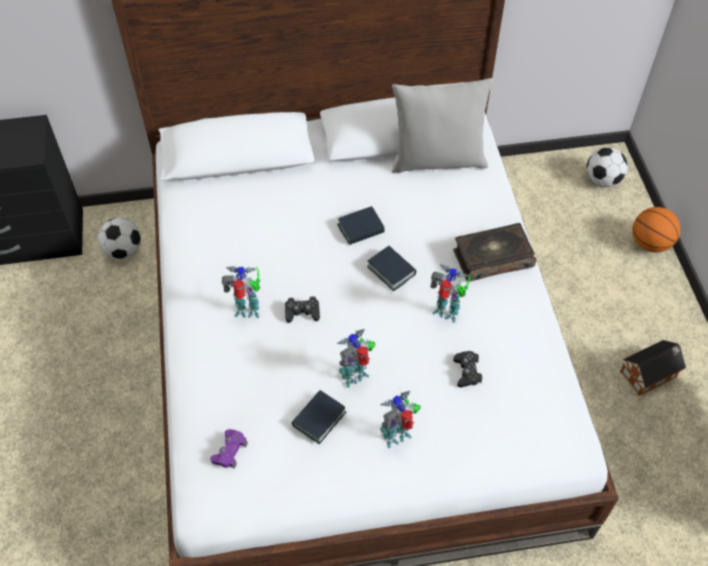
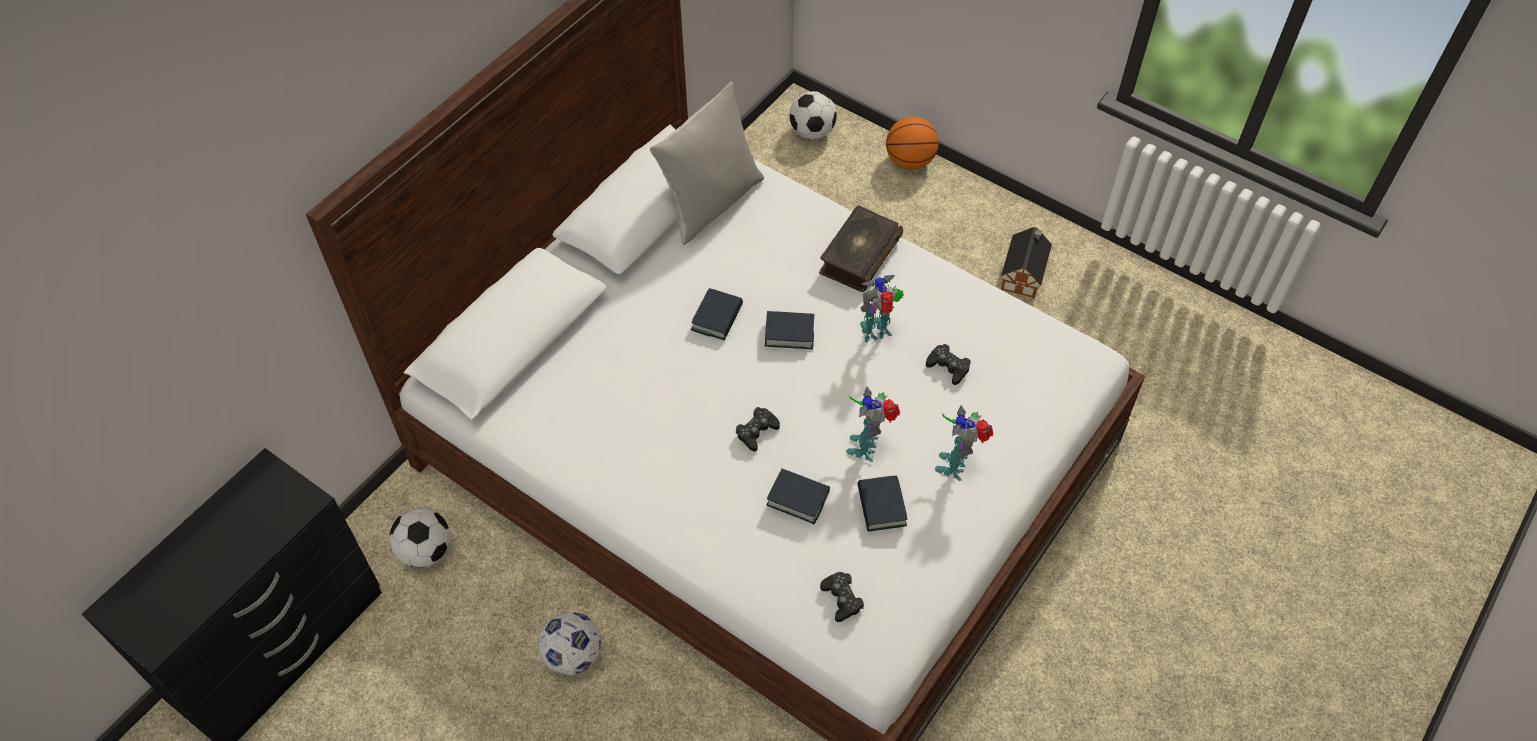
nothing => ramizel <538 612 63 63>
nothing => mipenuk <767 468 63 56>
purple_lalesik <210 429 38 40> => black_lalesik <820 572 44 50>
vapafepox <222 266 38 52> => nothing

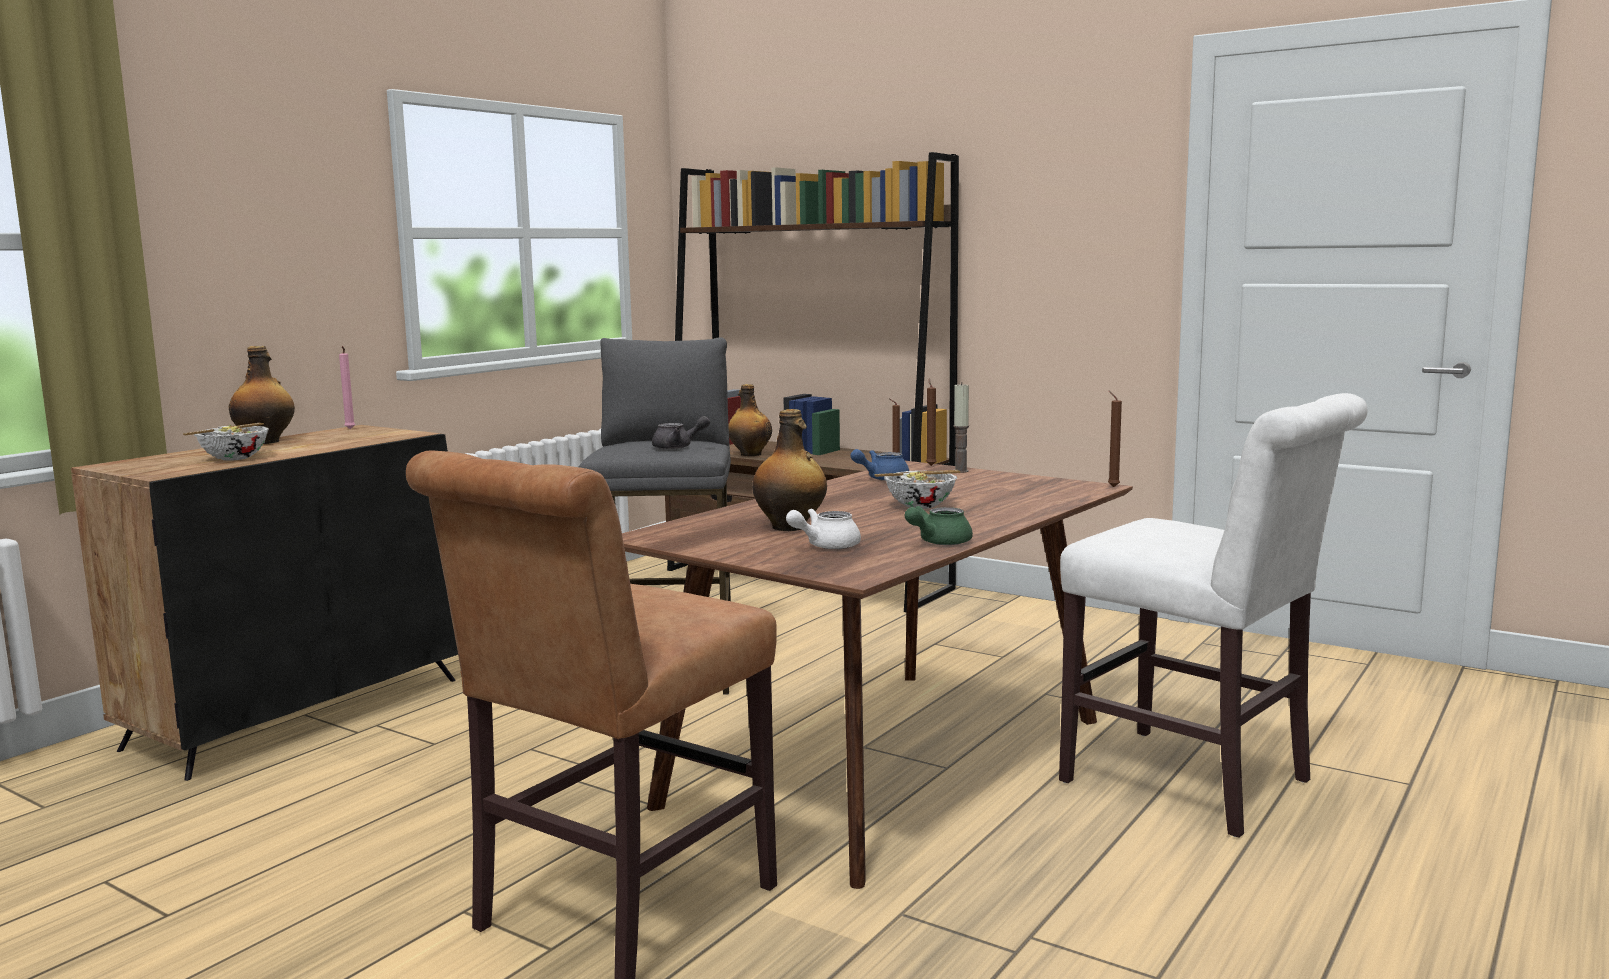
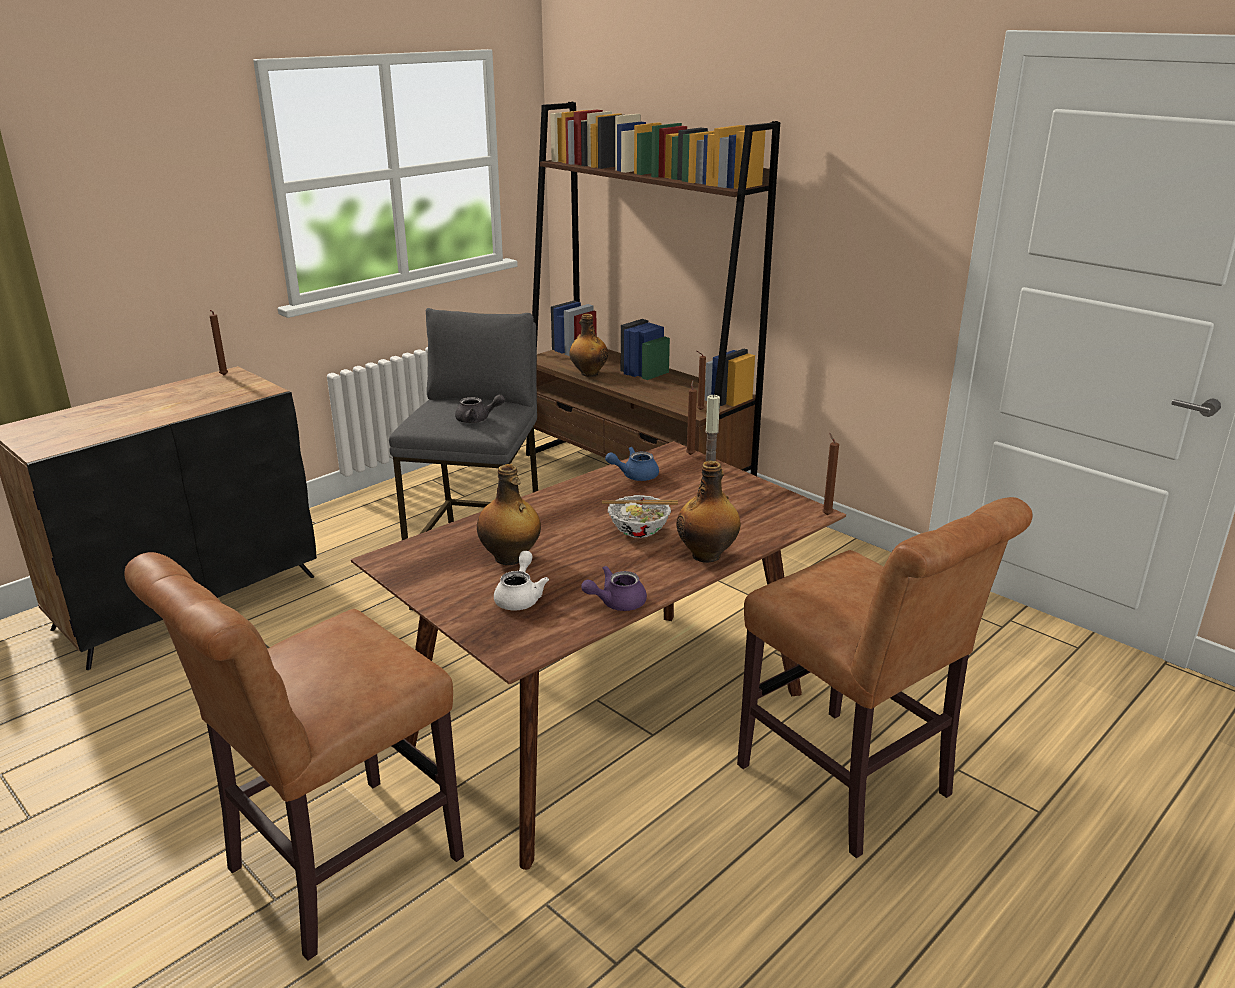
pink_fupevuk <339 346 16 83> => brown_fupevuk <210 310 18 65>
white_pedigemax <786 509 75 40> => white_pedigemax <494 551 55 59>, 120 degrees clockwise
green_pedigemax <904 506 69 39> => purple_pedigemax <581 566 66 45>
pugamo <229 346 66 98> => pugamo <676 460 65 103>, moved
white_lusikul <1059 393 308 445> => brown_lusikul <737 497 296 361>
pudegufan <183 423 86 38> => nothing

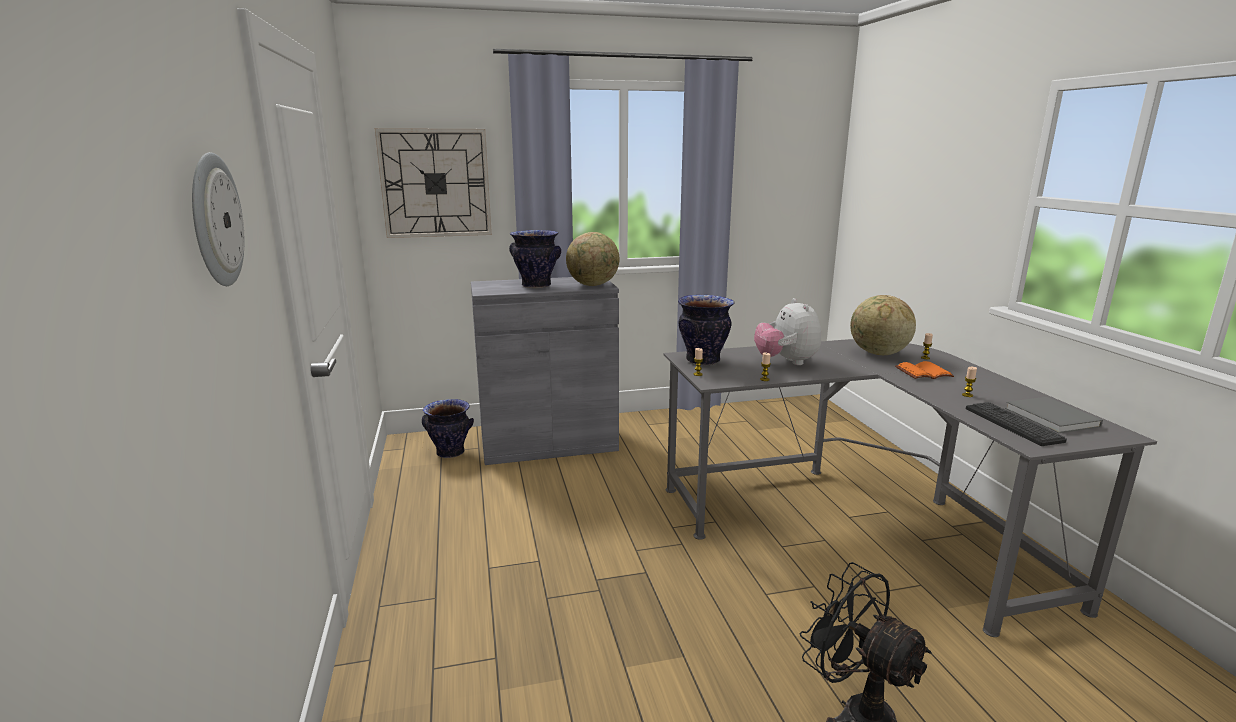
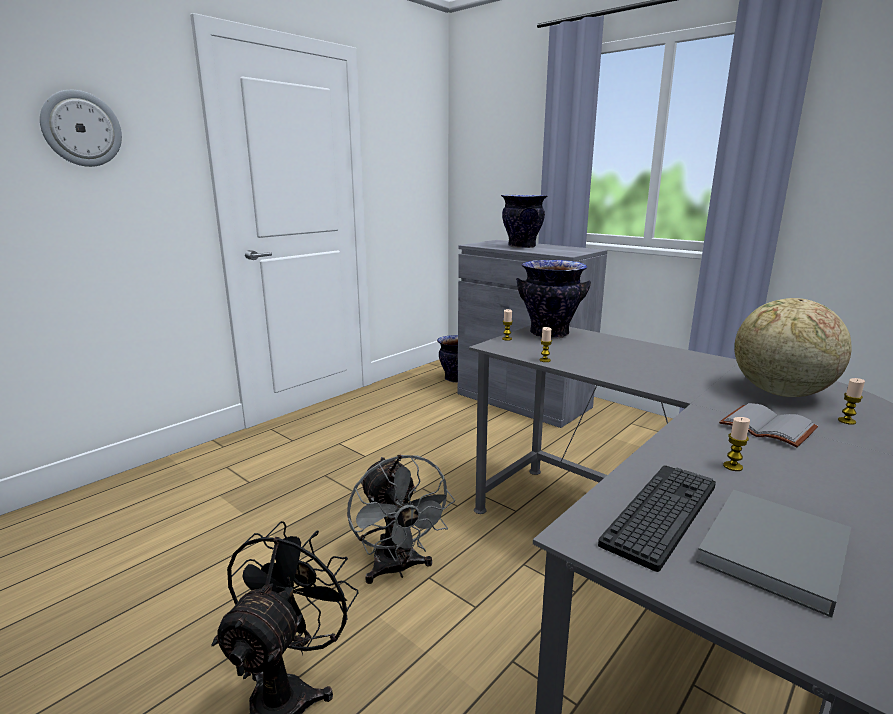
nothing => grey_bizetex <347 454 108 130>
orange_mipenuk <895 361 59 18> => grey_mipenuk <719 403 99 44>
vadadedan <375 128 117 110> => nothing
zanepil <566 232 54 54> => nothing
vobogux <754 298 67 67> => nothing

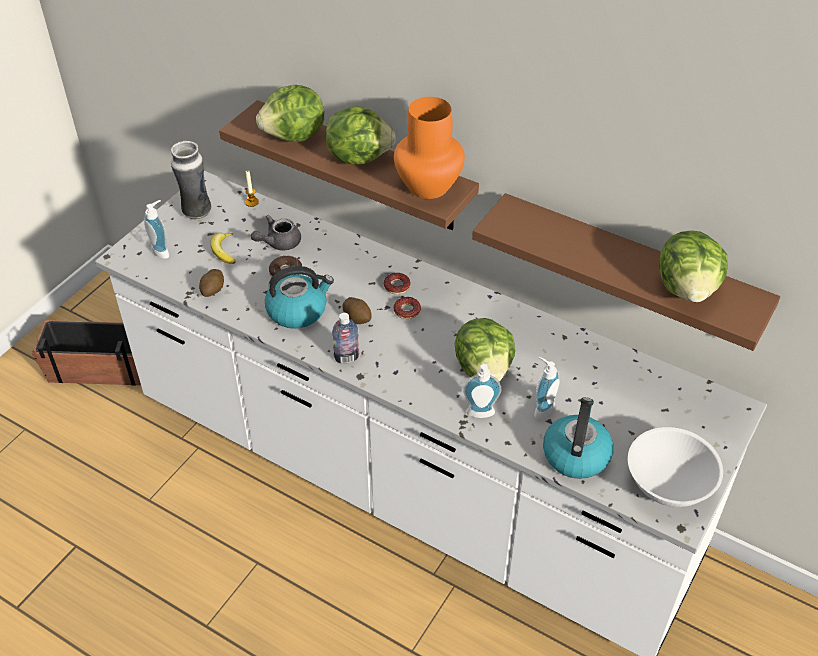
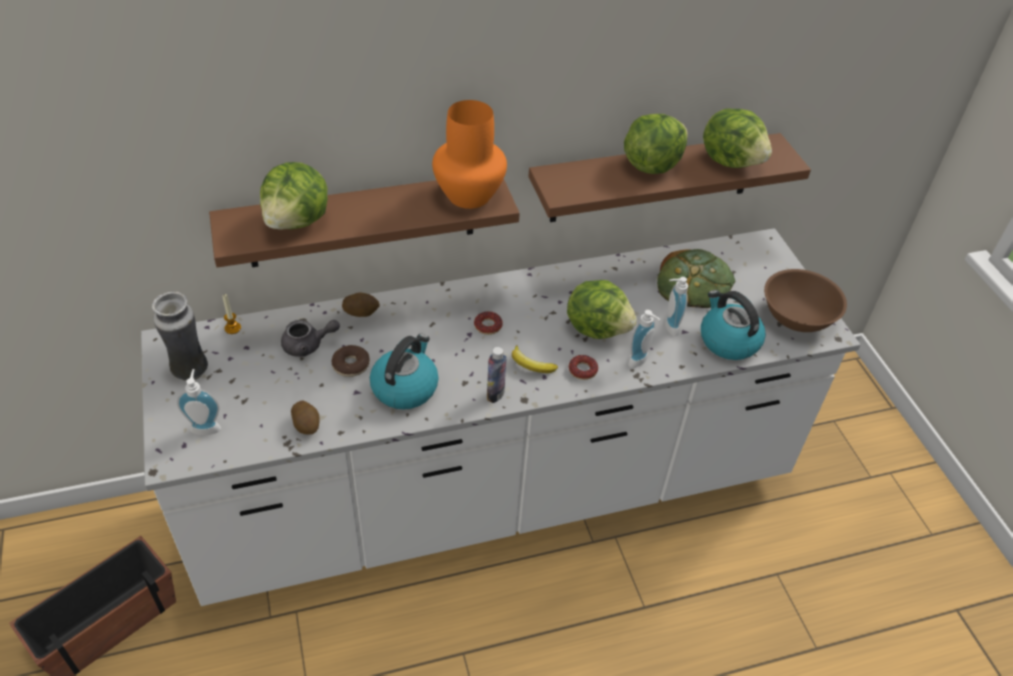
grey_pedigemax <251 215 50 35> => grey_pedigemax <281 320 59 37>, 105 degrees counterclockwise
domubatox <342 297 30 27> => domubatox <342 292 38 25>, moved
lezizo <210 233 25 31> => lezizo <512 345 46 28>, moved
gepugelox <384 273 27 21> => gepugelox <569 355 29 25>, moved
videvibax <326 106 70 58> => videvibax <624 114 64 60>, moved
nothing => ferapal <657 249 78 59>
white_pudegufan <628 427 95 80> => brown_pudegufan <764 269 83 63>

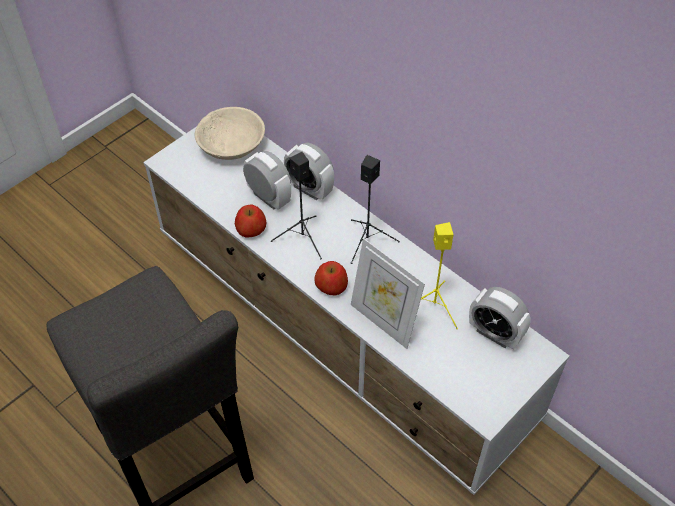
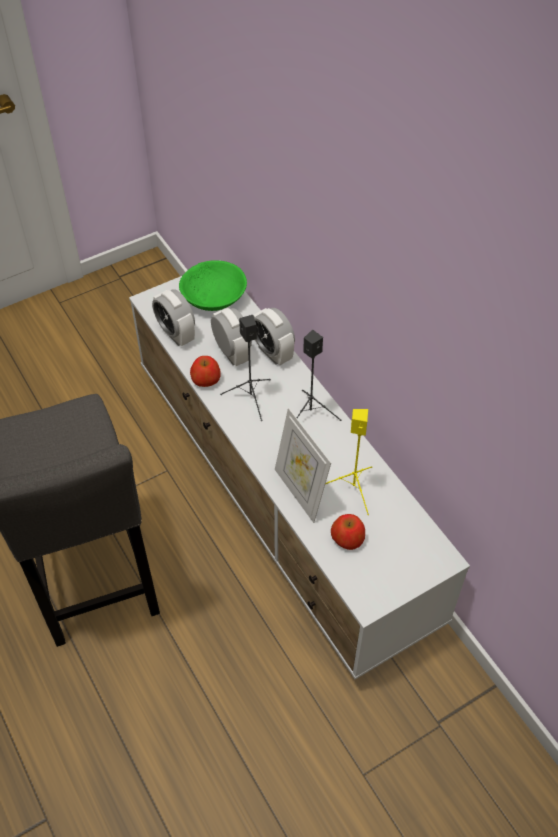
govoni <469 287 62 62> => govoni <152 289 43 57>, moved
beige_pudegufan <194 107 71 53> => green_pudegufan <179 260 68 51>
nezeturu <314 261 34 35> => nezeturu <331 514 34 36>, moved

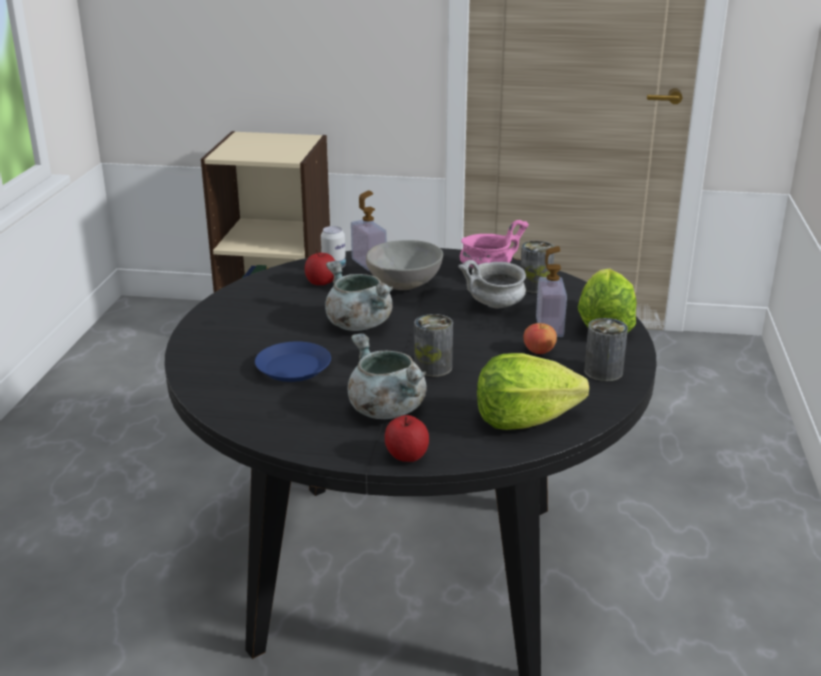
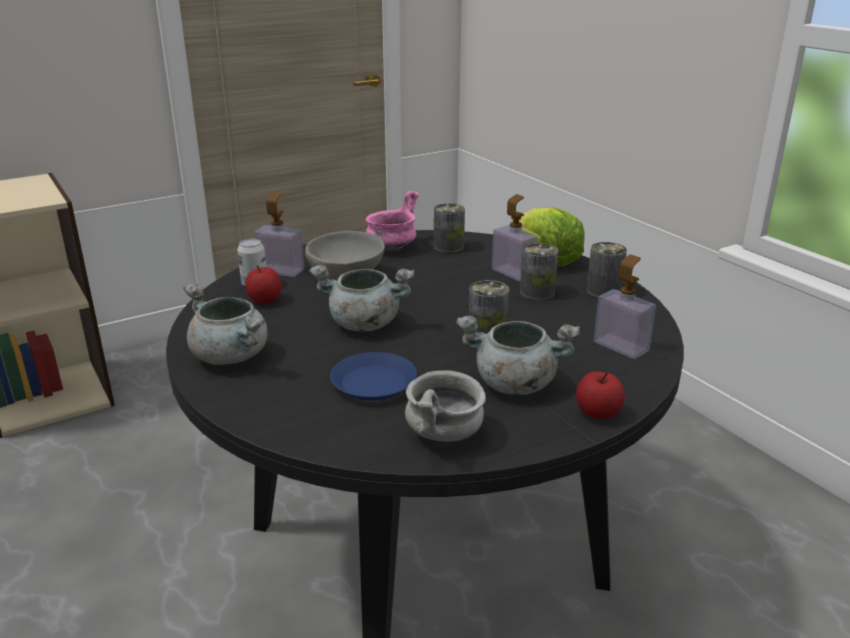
nothing => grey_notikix <184 283 84 82>
grey_pudegufan <458 260 68 49> => grey_pudegufan <405 370 81 72>, moved
nezeturu <524 323 33 31> => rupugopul <520 243 38 57>
videvibax <477 353 112 77> => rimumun <594 255 62 104>

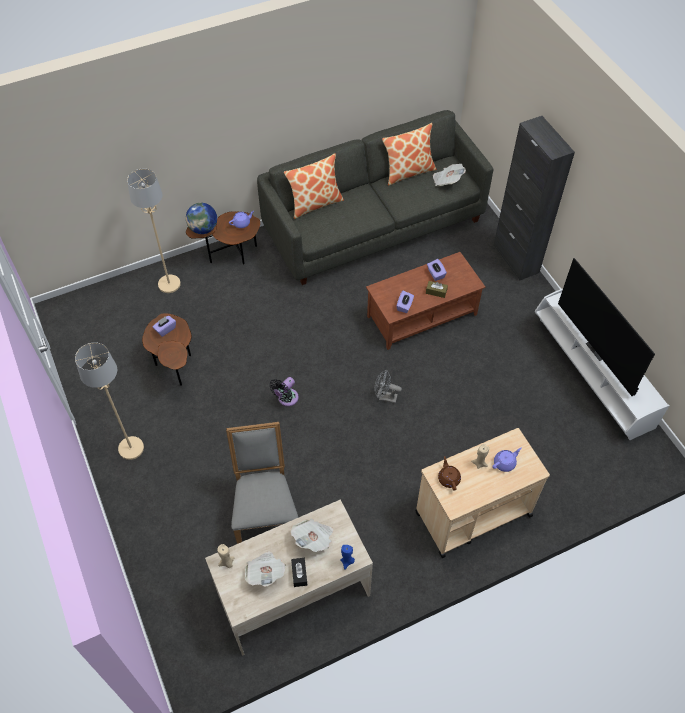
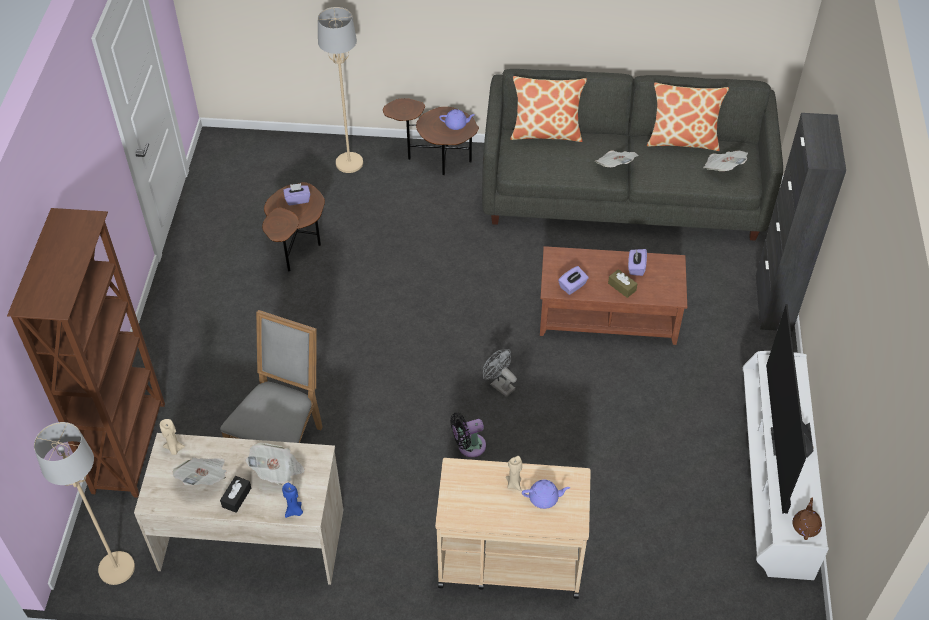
nothing => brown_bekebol <7 208 158 290>
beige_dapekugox <75 342 69 118> => beige_dapekugox <34 422 101 163>, moved
black_bizetex <269 377 30 29> => black_bizetex <450 412 36 45>, moved
nothing => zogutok <595 150 43 17>
brown_pedigemax <438 456 23 35> => brown_pedigemax <792 498 30 42>, moved
zanepil <186 203 31 31> => nothing

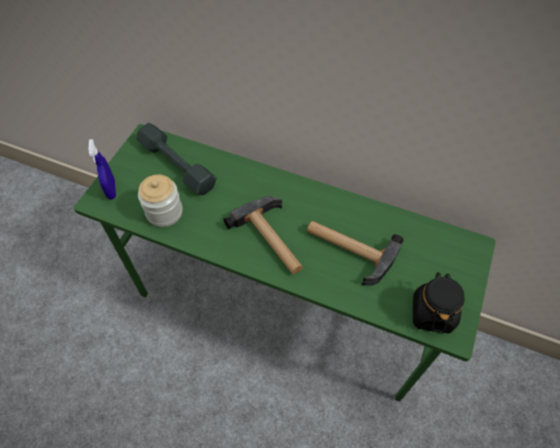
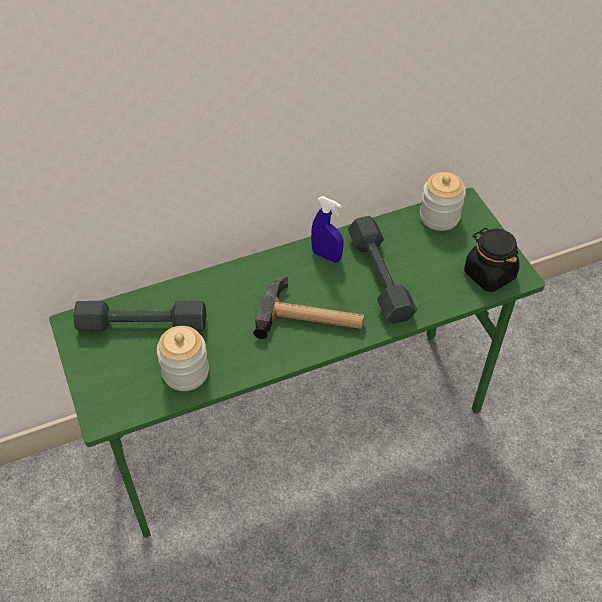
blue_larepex <88 139 28 61> => blue_larepex <311 196 32 67>, moved
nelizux <307 221 97 65> => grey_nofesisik <348 216 69 108>
nothing => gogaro <420 172 46 59>

